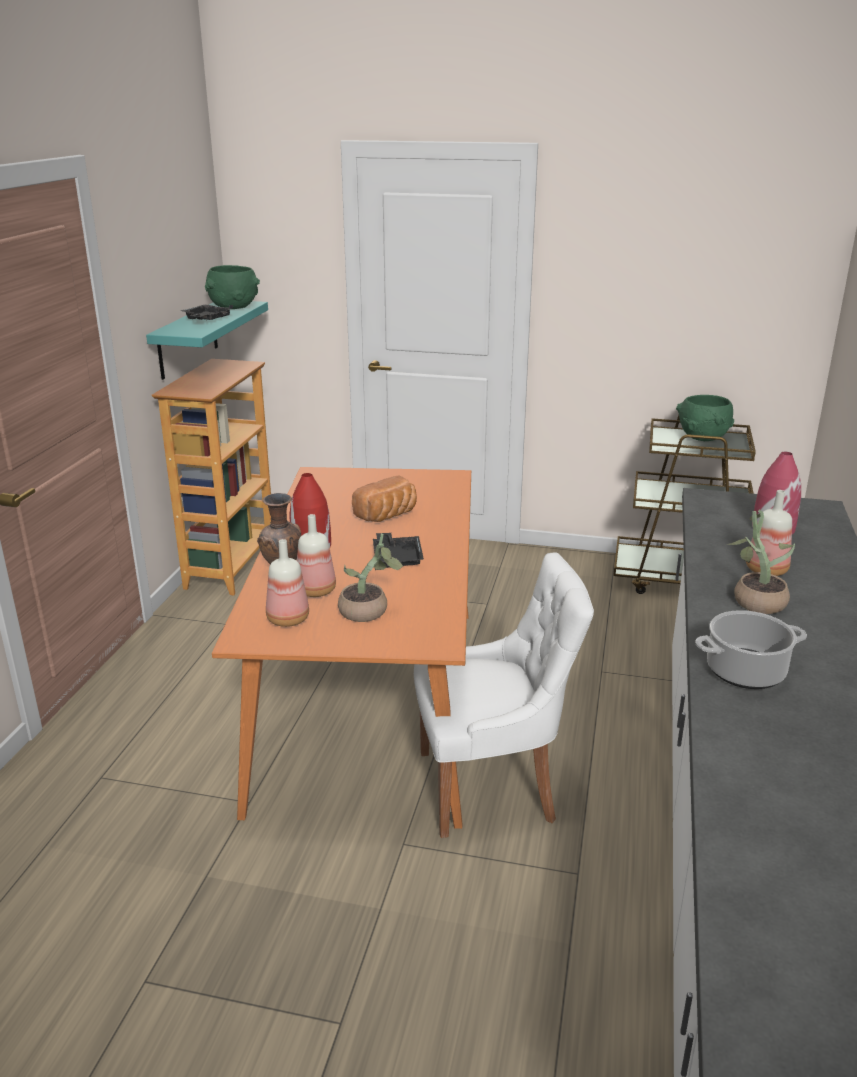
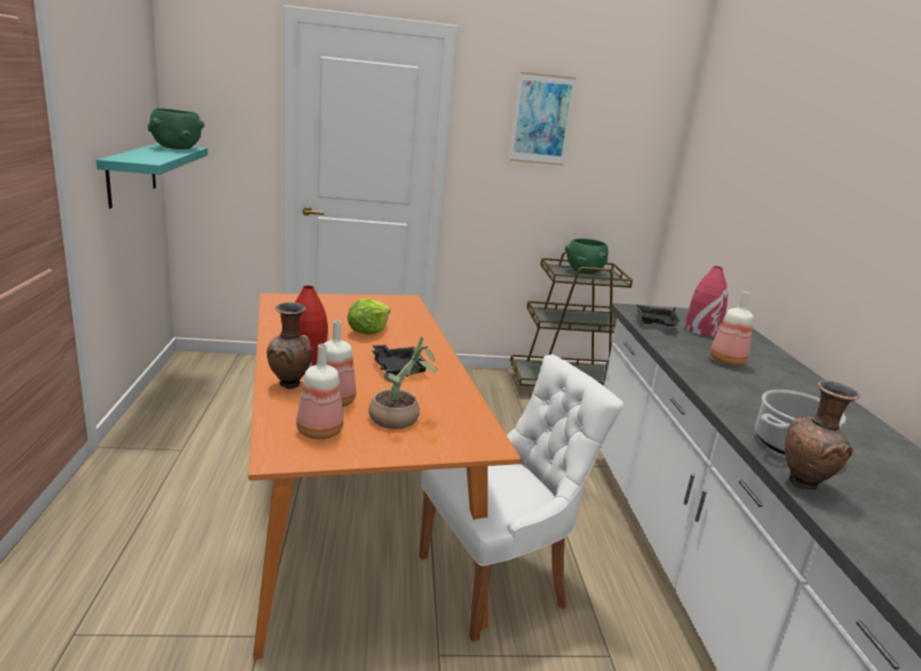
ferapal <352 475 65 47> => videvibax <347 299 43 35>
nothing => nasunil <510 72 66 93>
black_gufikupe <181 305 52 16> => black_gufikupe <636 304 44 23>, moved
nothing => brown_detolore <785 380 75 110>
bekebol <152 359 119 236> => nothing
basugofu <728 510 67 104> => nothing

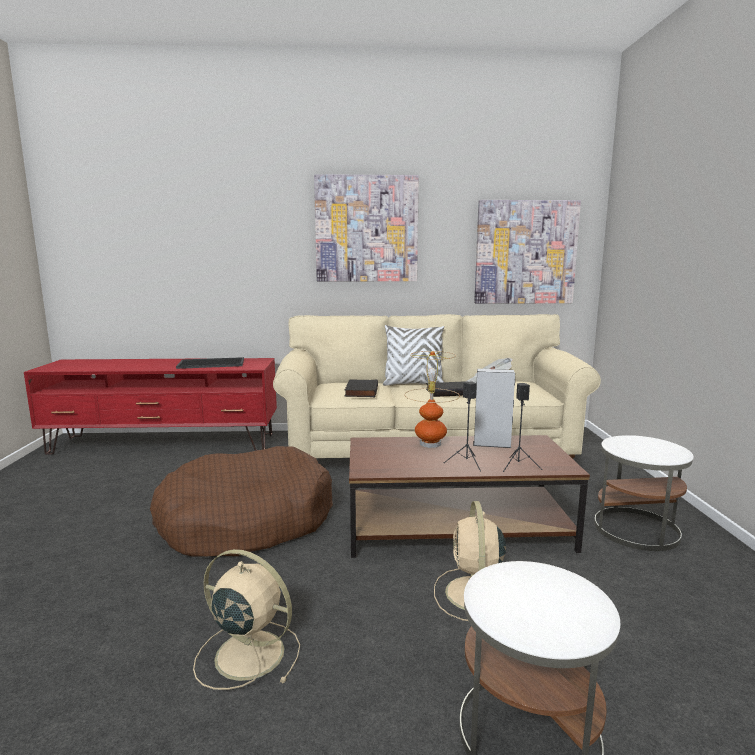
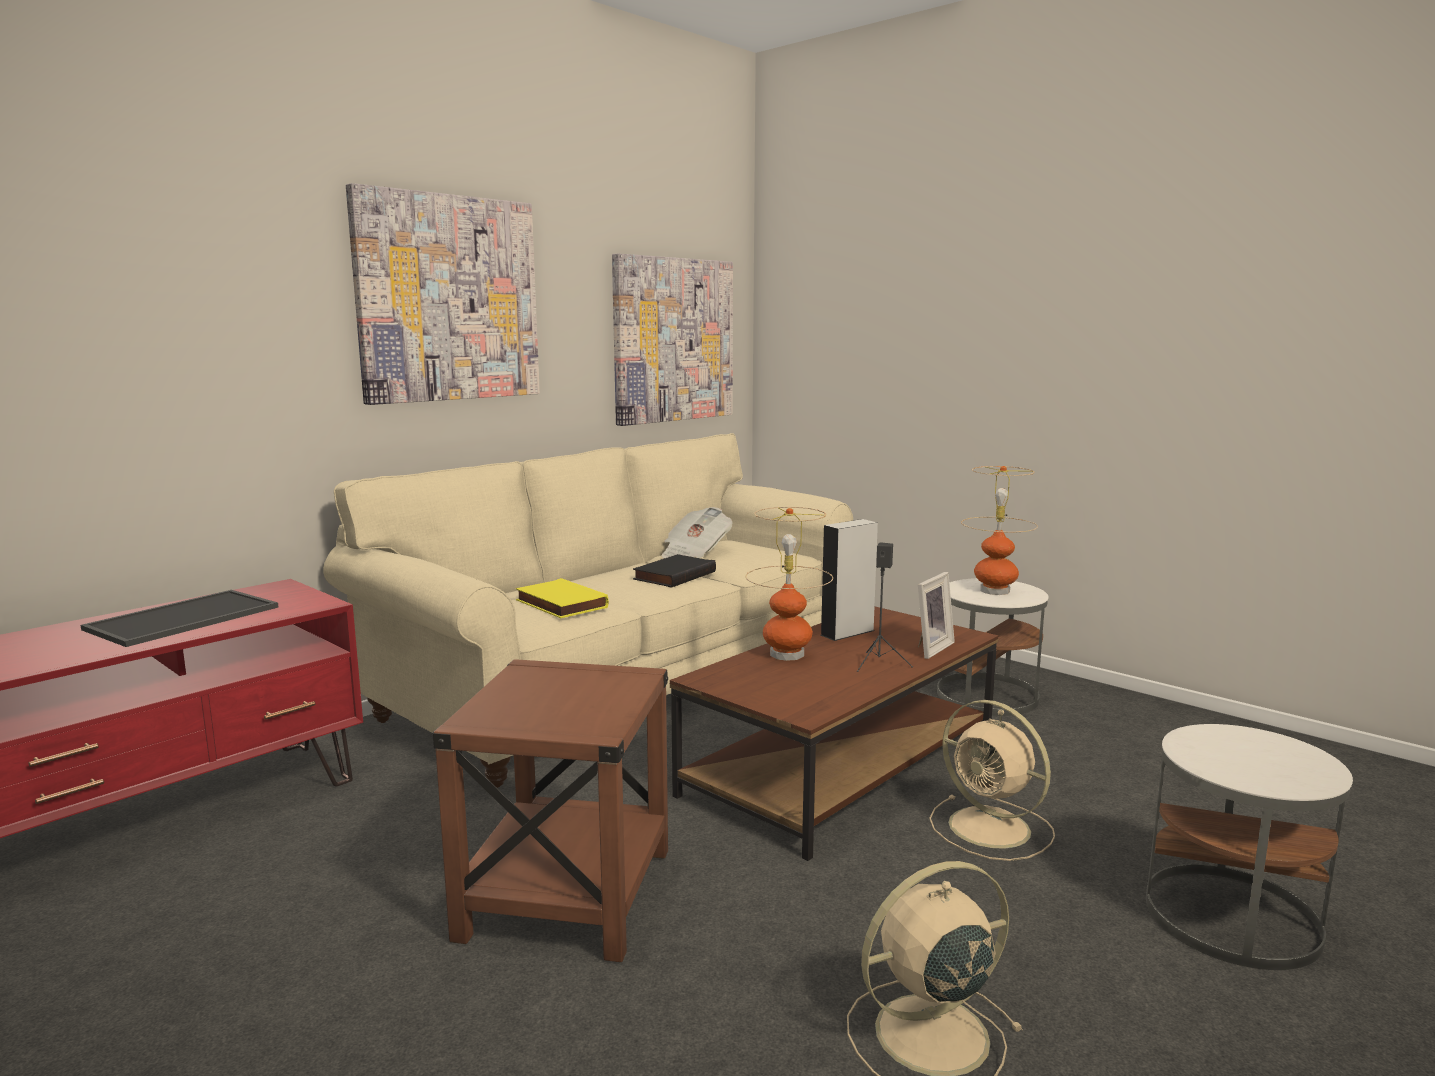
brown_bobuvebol <150 446 183 111> => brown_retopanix <433 659 235 303>
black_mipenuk <345 379 33 18> => yellow_mipenuk <516 578 93 40>
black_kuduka <503 383 39 89> => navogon <918 572 37 87>
nothing => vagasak <961 466 77 129>
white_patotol <383 325 61 61> => nothing

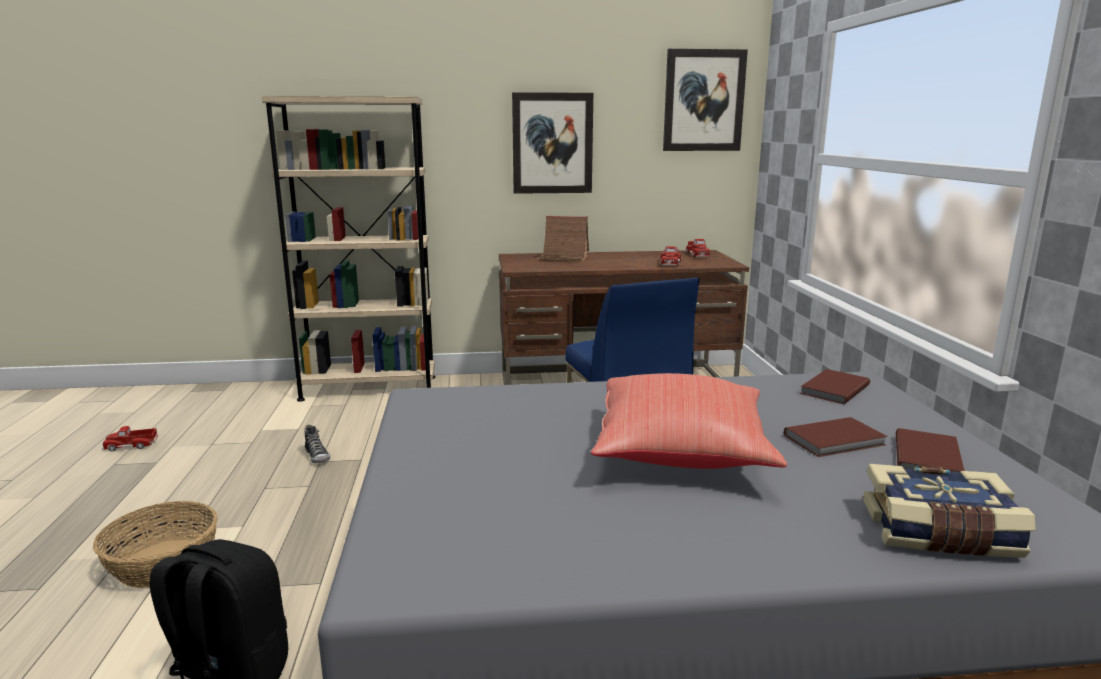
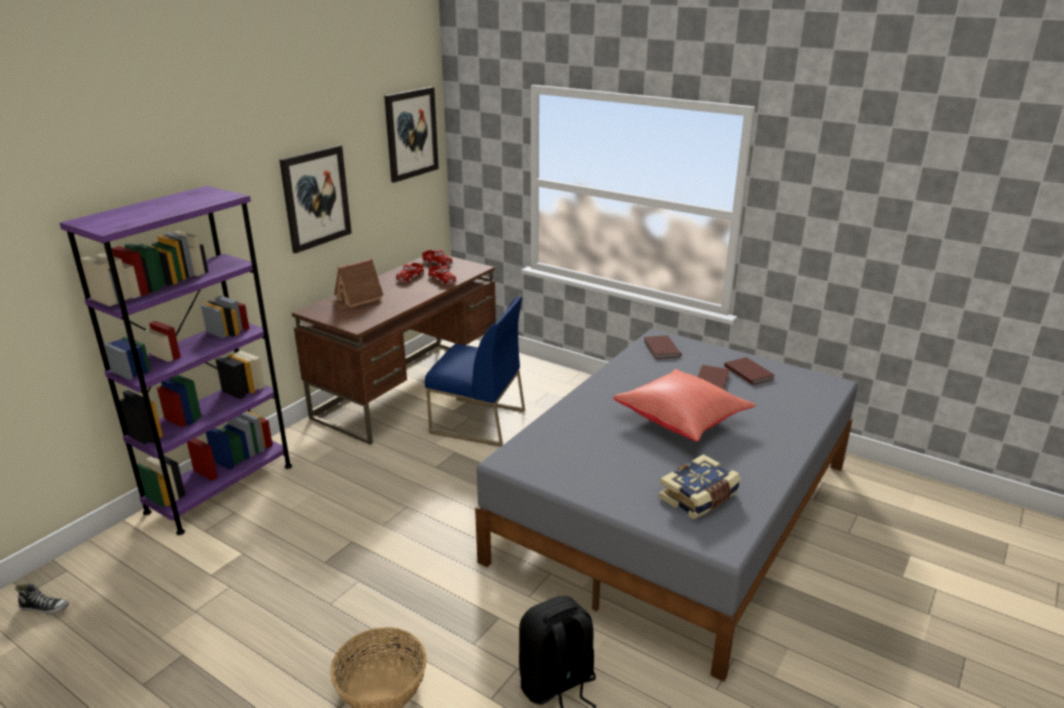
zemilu <304 425 26 38> => zemilu <15 583 54 32>, moved
beige_bekebol <262 96 173 306> => purple_bekebol <60 186 232 349>
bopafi <102 426 56 25> => bopafi <396 263 28 19>, moved
mipenuk <863 464 173 94> => mipenuk <658 454 83 65>, moved

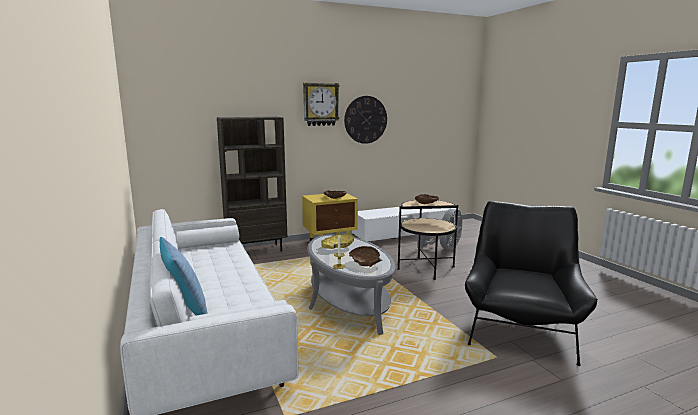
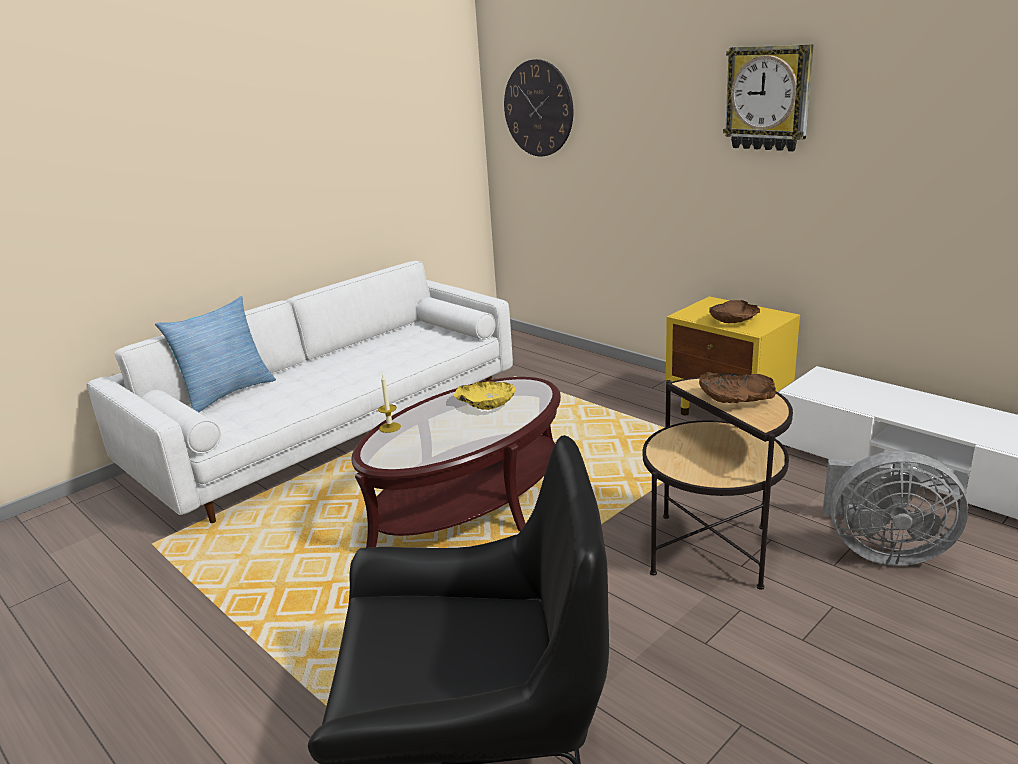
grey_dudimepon <307 234 89 101> => brown_dudimepon <352 377 209 171>
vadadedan <344 96 43 48> => vadadedan <504 59 69 98>, moved
brown_bekebol <217 117 70 134> => nothing
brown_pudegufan <349 246 33 21> => nothing

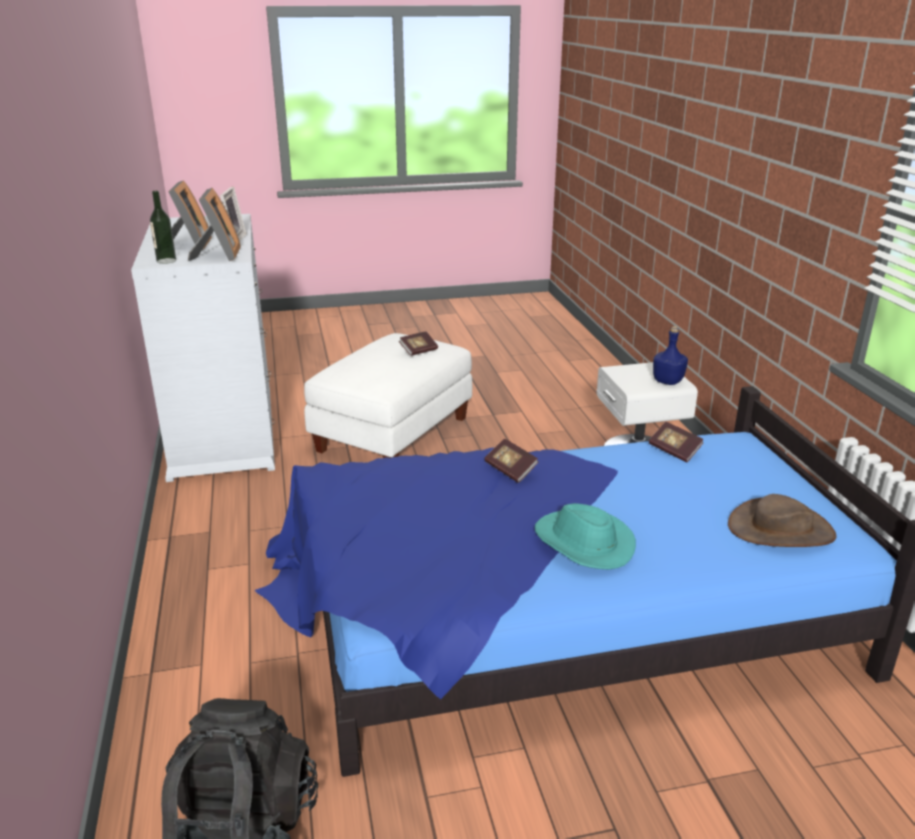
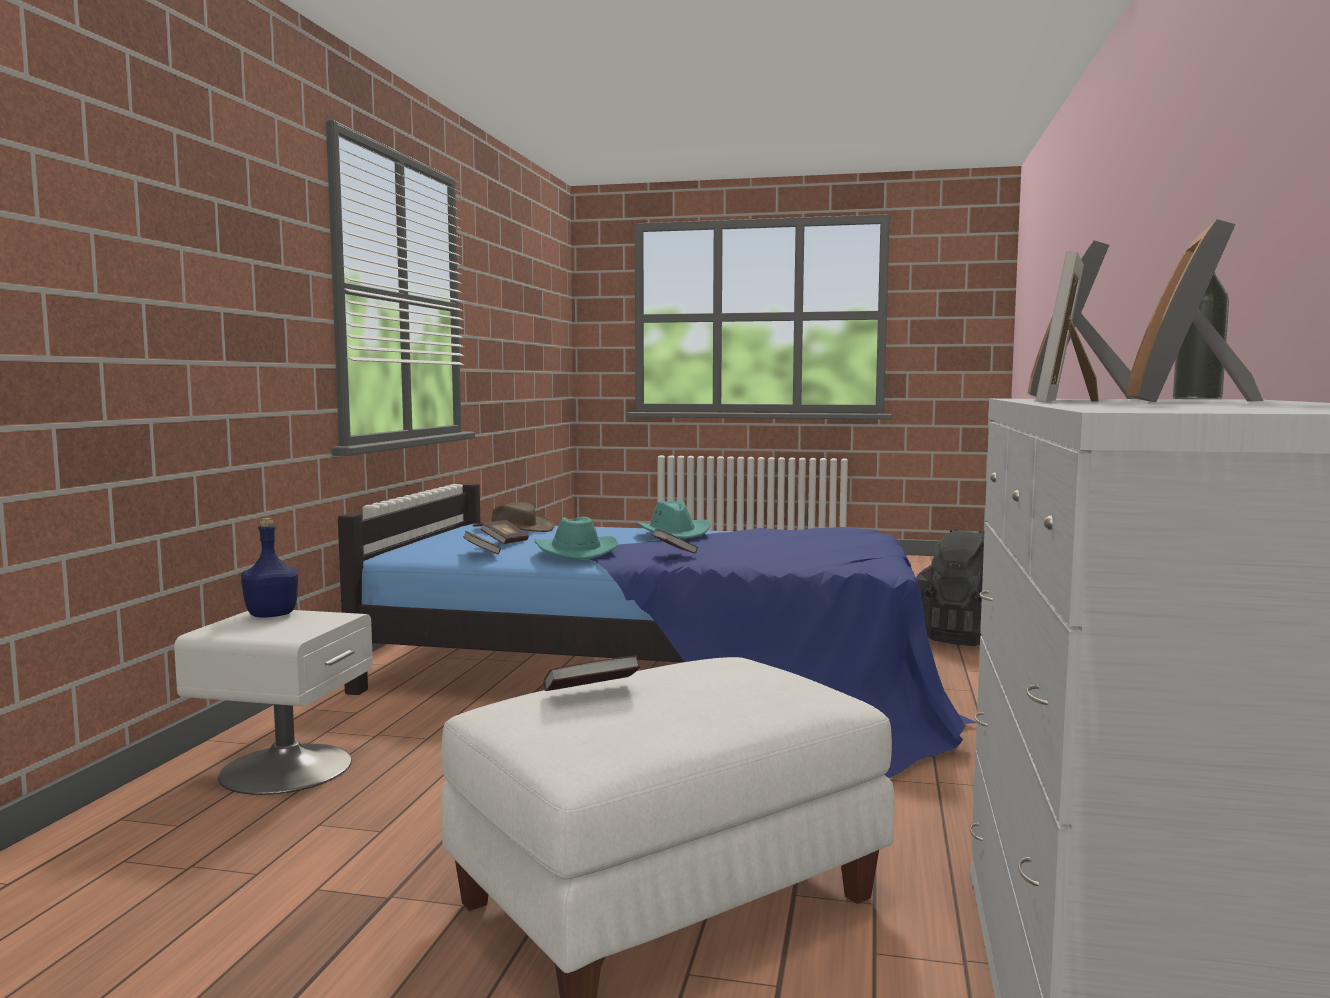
nothing => mipenuk <481 520 48 24>
nothing => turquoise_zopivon <534 517 84 43>

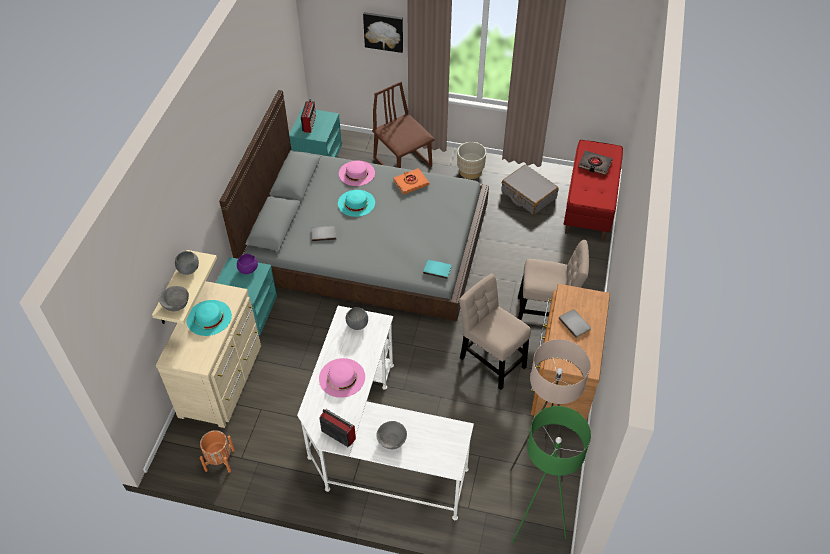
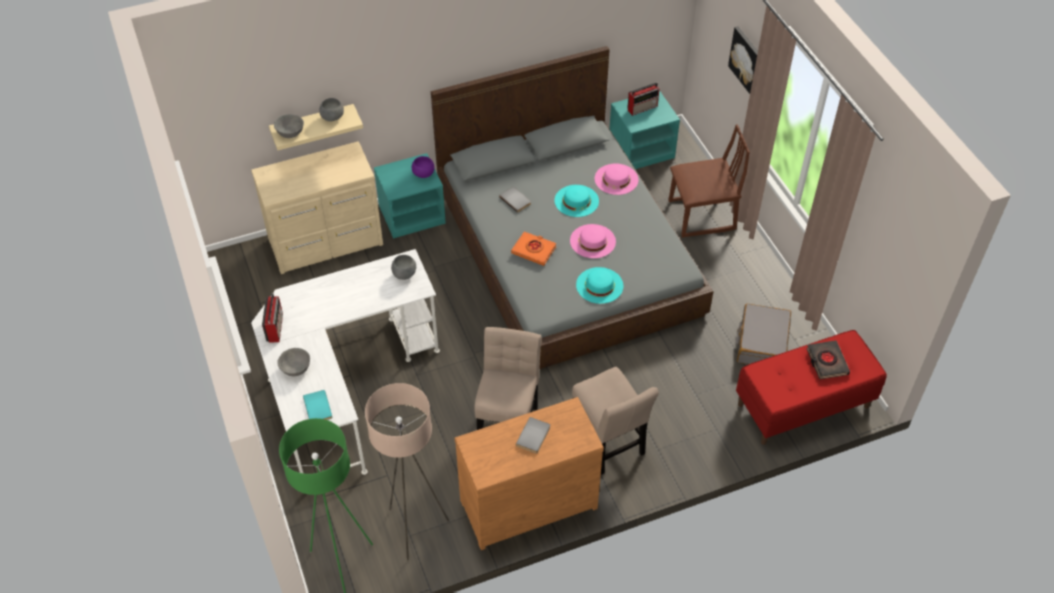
turquoise_mipenuk <423 260 29 19> => turquoise_mipenuk <303 390 29 30>, moved
orange_mipenuk <393 168 36 27> => orange_mipenuk <511 232 45 34>, moved
pink_zopivon <319 358 46 40> => pink_zopivon <570 224 46 34>, moved
turquoise_zopivon <186 300 46 36> => turquoise_zopivon <576 267 47 37>, moved
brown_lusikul <372 82 63 86> => brown_lusikul <668 124 82 114>, 60 degrees clockwise
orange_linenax <200 430 35 43> => nothing
beige_linenax <457 142 29 37> => nothing

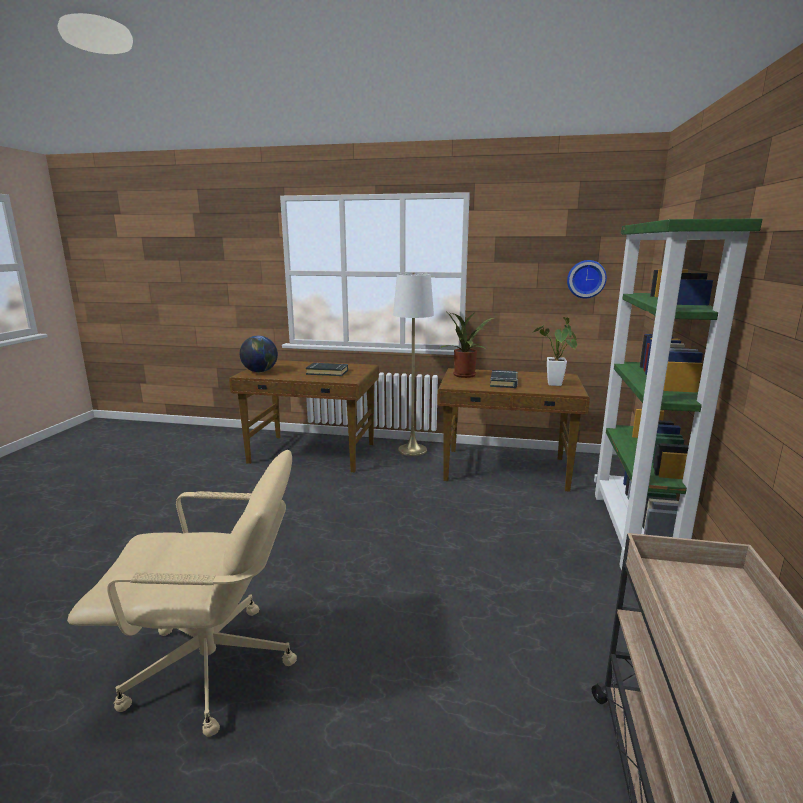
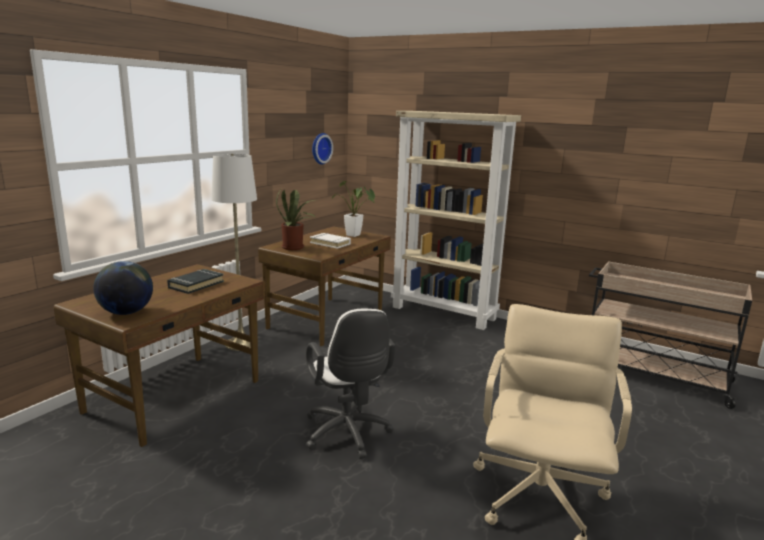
nothing => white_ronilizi <306 309 90 150>
black_mipenuk <490 370 28 18> => white_mipenuk <310 233 41 16>
green_bekebol <594 219 168 352> => beige_bekebol <391 111 130 219>

